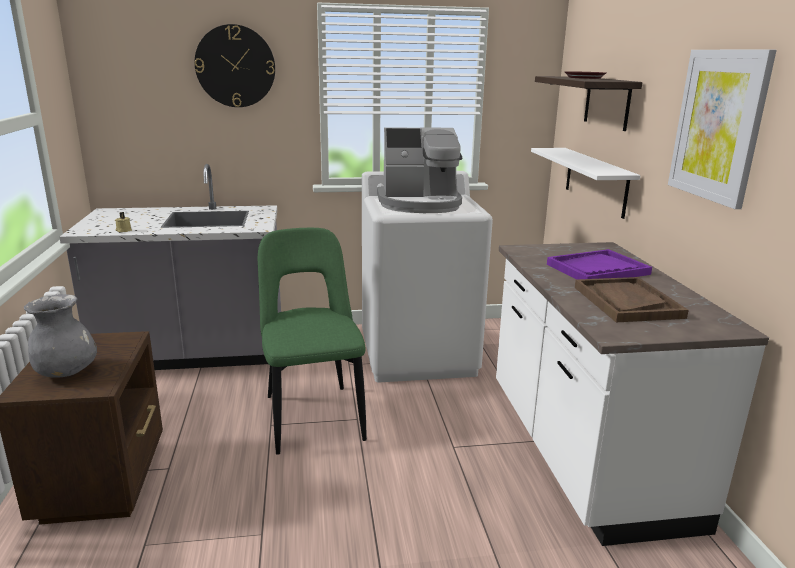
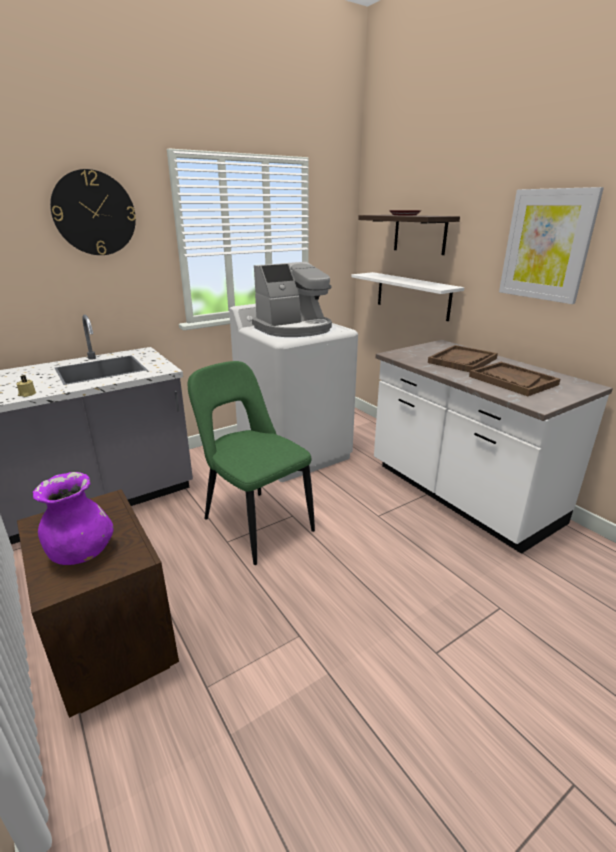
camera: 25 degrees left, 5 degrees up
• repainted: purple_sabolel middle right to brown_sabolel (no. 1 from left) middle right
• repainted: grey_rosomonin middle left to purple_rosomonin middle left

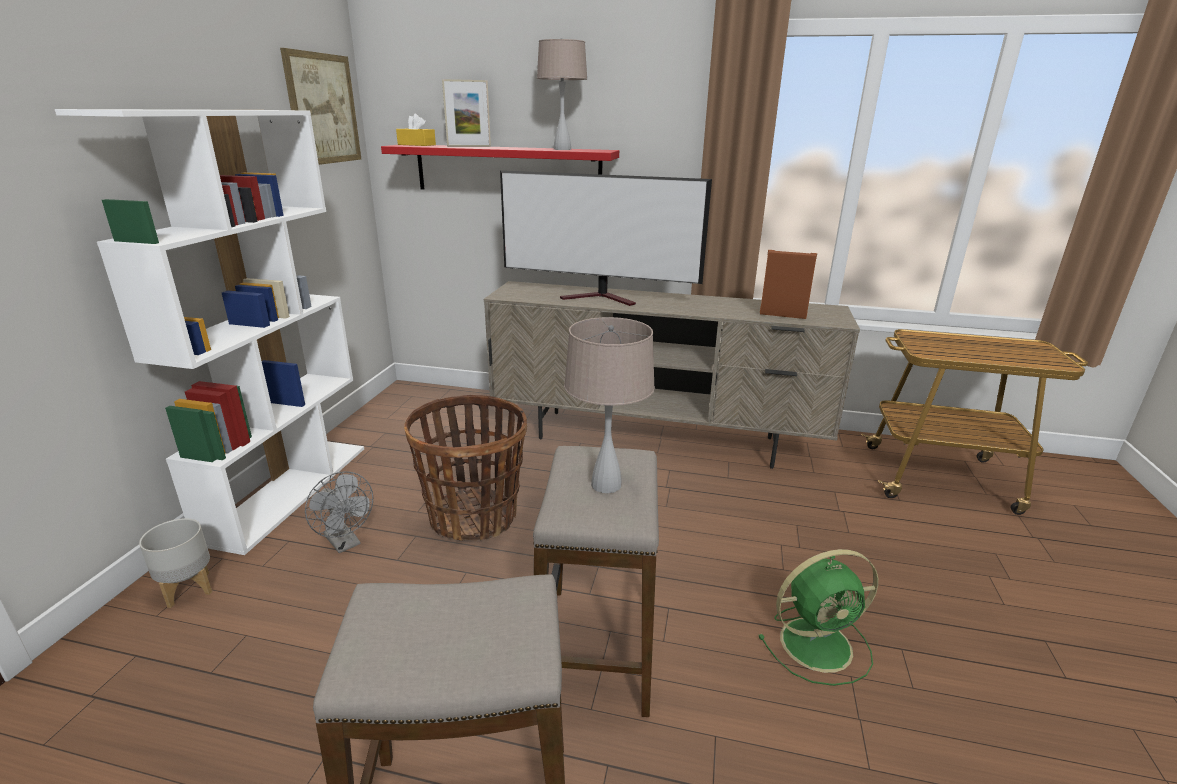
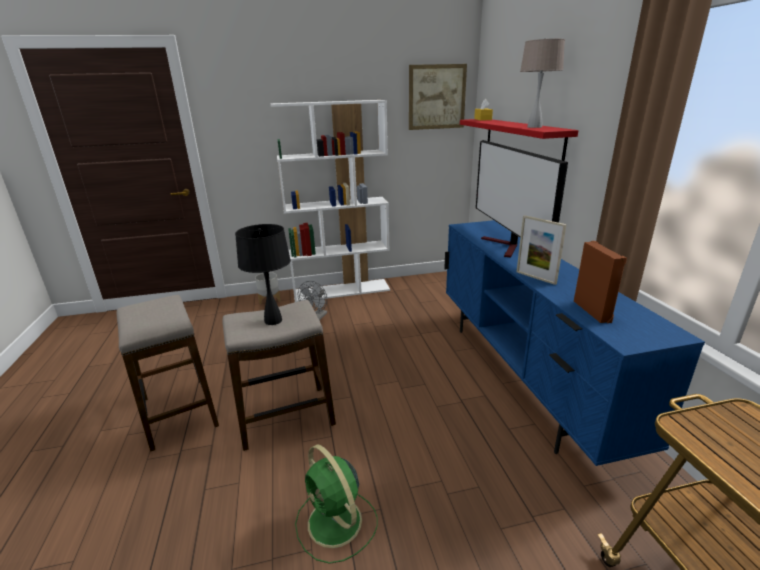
camera: 65 degrees right, 0 degrees up
• shifted: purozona top centre to middle right
• repainted: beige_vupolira centre to blue_vupolira middle right
• repainted: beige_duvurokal (no. 2 from left) centre to black_duvurokal centre
• gone: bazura centre

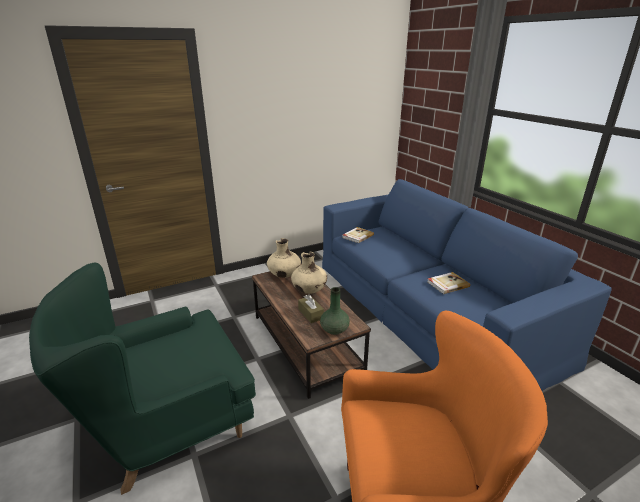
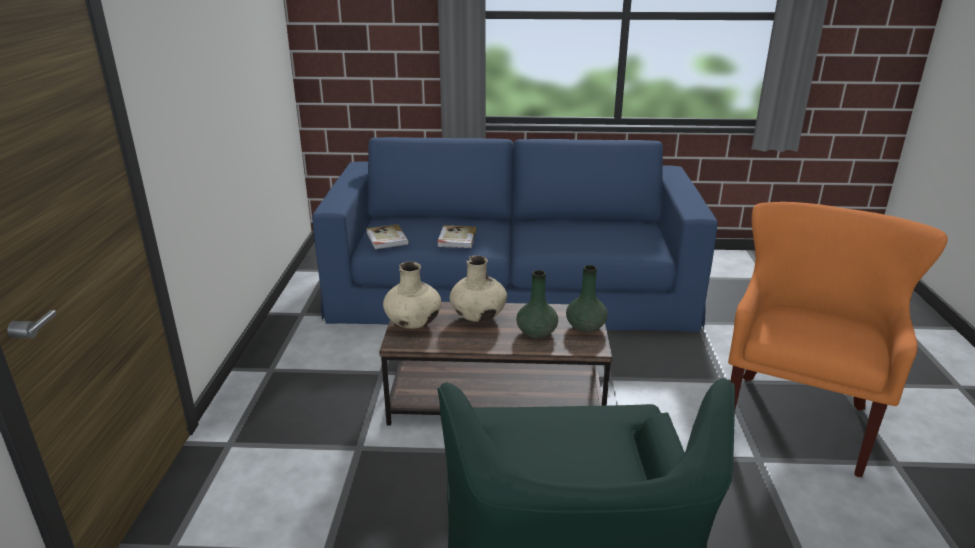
camera: 60 degrees left, 0 degrees up
• shifted: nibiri (no. 2 from left) middle right to centre
• swapped: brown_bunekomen centre to green_rosomonin (no. 1 from left) centre

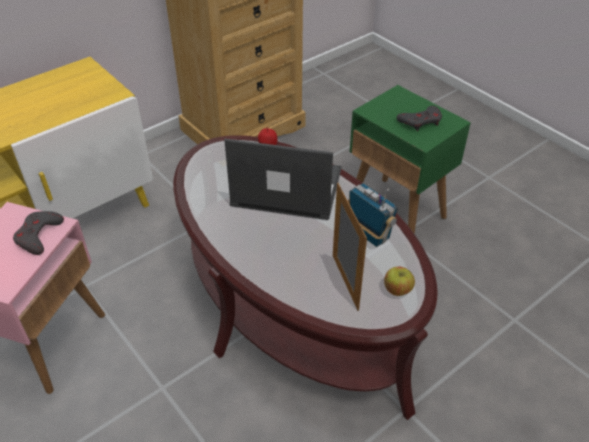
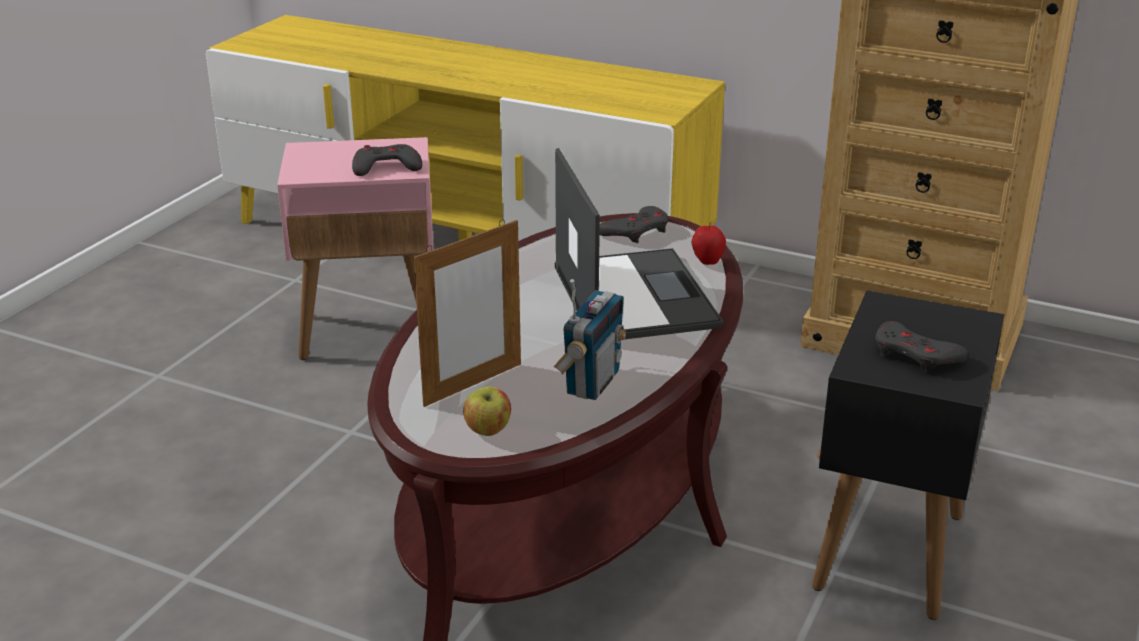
camera: 65 degrees right, 15 degrees down
• repainted: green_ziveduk middle right to black_ziveduk bottom right
• new: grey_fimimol (no. 2 from left) centre

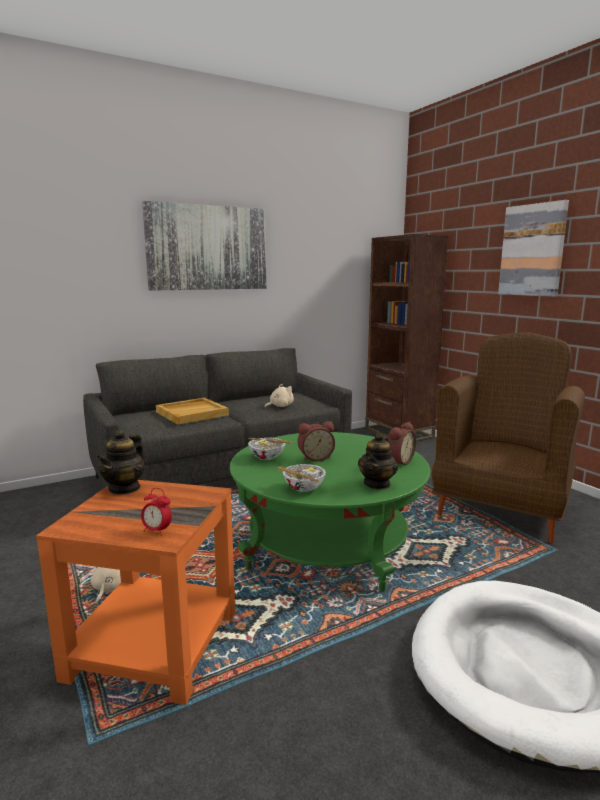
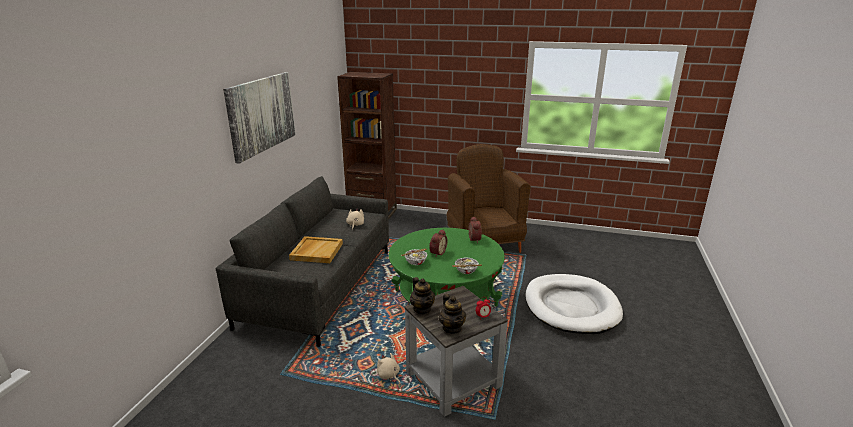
camera: 45 degrees left, 10 degrees up
• gone: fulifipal (no. 2 from left) top right
• shifted: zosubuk (no. 2 from left) centre to bottom centre
• repainted: orange_ziveduk bottom left to grey_ziveduk bottom centre

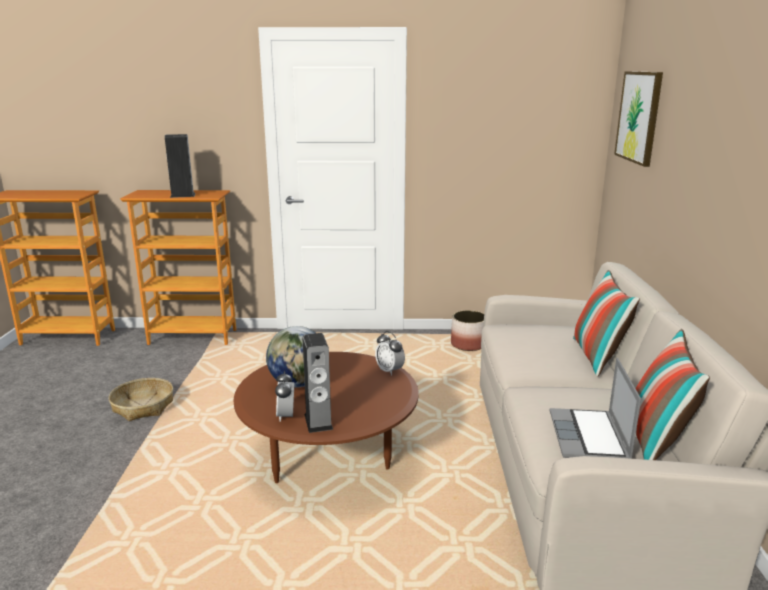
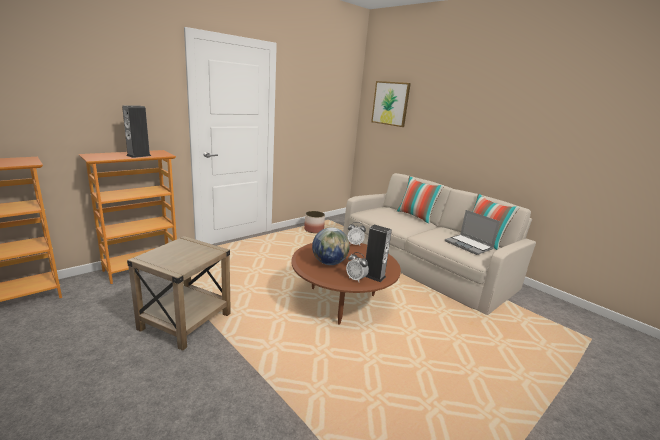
camera: 45 degrees left, 0 degrees up
• swapped: bazura bottom left to beige_ziveduk middle left

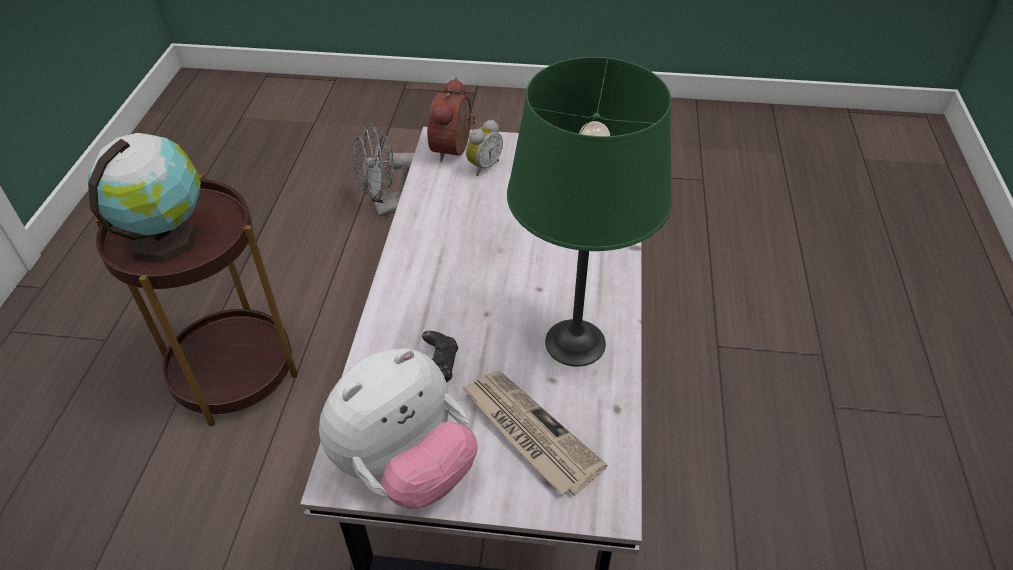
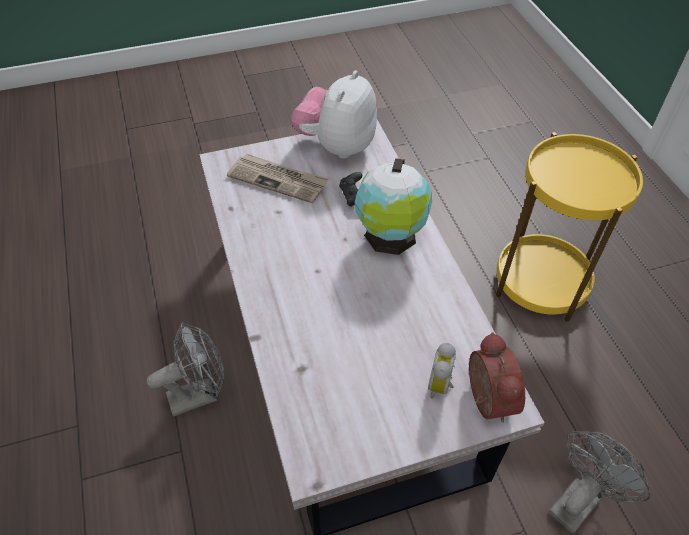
camera: 155 degrees right, 5 degrees up
• gone: green_duvurokal centre
• shifted: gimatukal middle left to centre
• repainted: brown_ziveduk middle left to yellow_ziveduk middle right
• new: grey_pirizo (no. 1 from left) bottom left

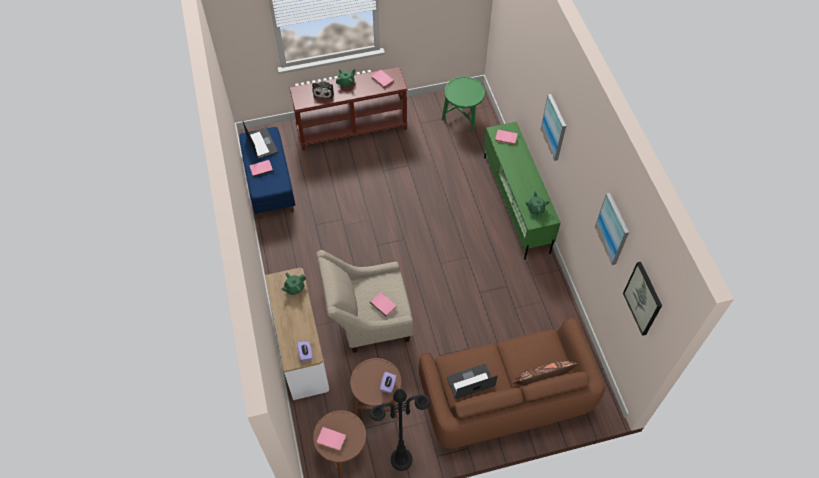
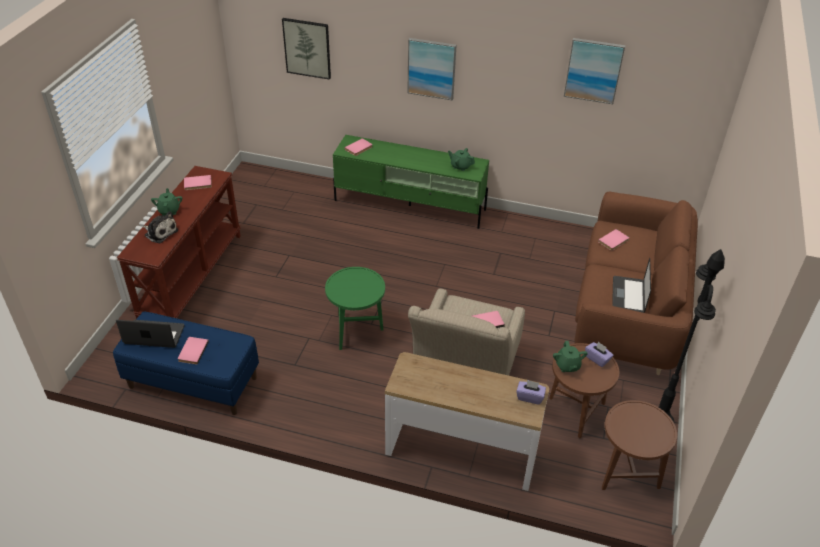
camera: 60 degrees left, 15 degrees down
• shifted: green_ziveduk top centre to centre
• shifted: fulifipal (no. 3 from left in the first image) middle right to fulifipal (no. 1 from left) top centre
• shifted: green_zosubuk (no. 1 from left in the first image) centre to green_zosubuk (no. 3 from left) middle right
• gone: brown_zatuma bottom centre
• shifted: pink_nibiri (no. 2 from left in the first image) bottom centre to pink_nibiri (no. 5 from left) middle right

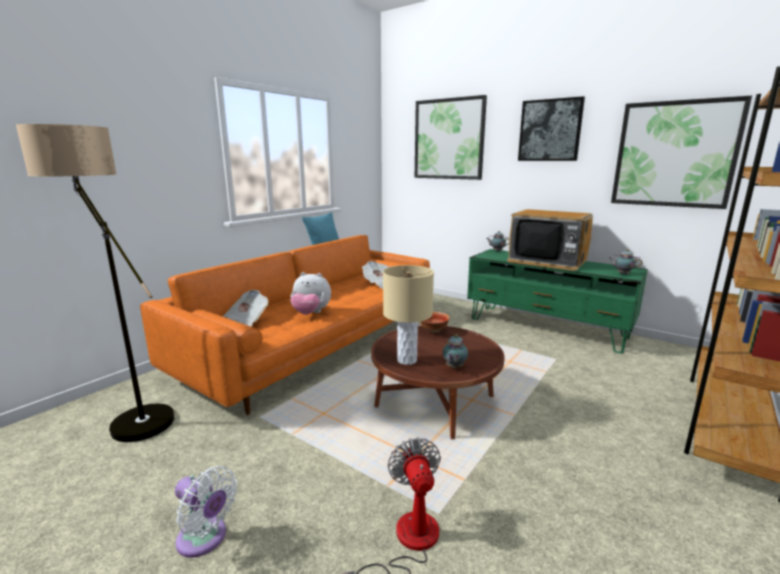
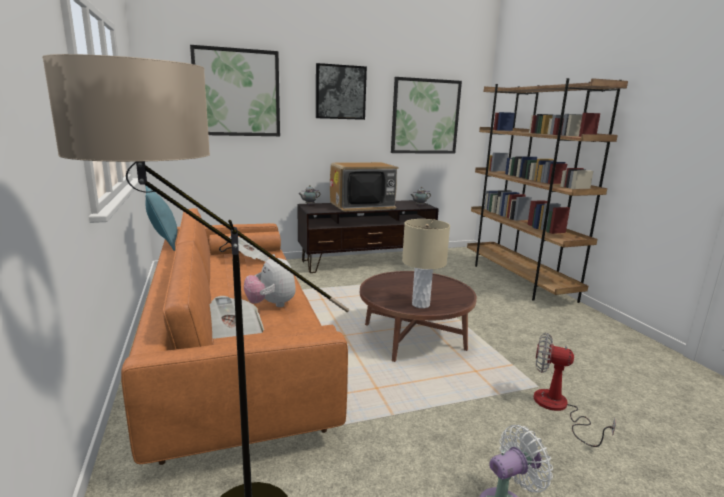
camera: 55 degrees left, 0 degrees up
• repainted: green_vupolira middle right to brown_vupolira centre
• rotated: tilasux centre = centre 105 degrees clockwise
• gone: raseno centre
• gone: zosubuk (no. 1 from left) centre

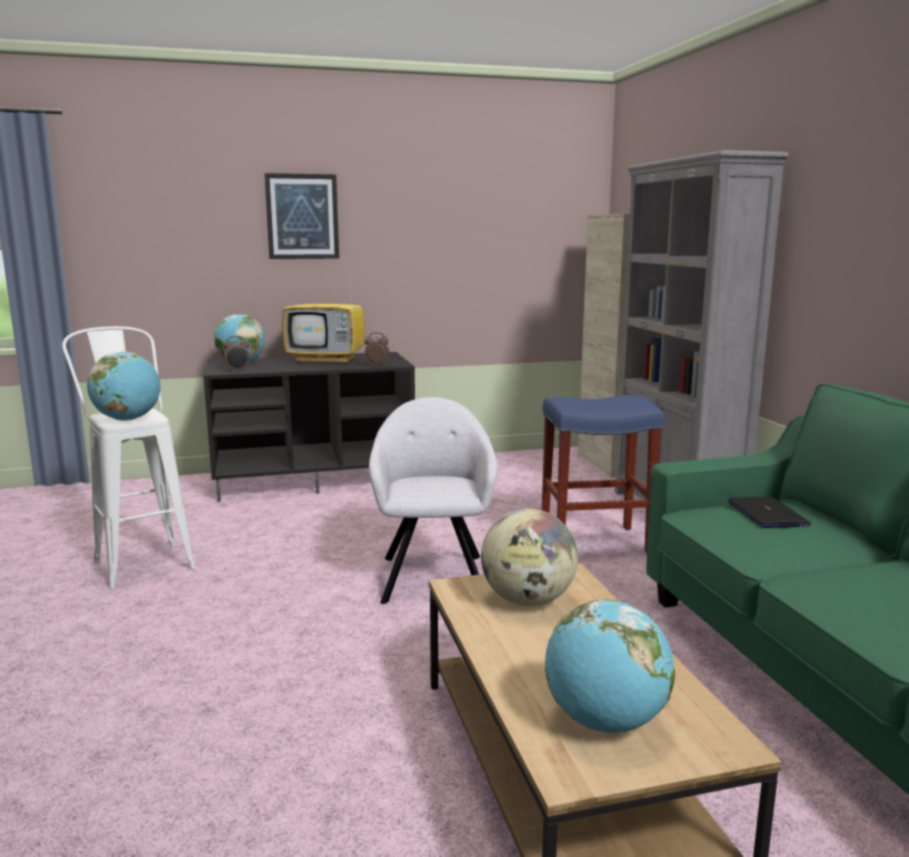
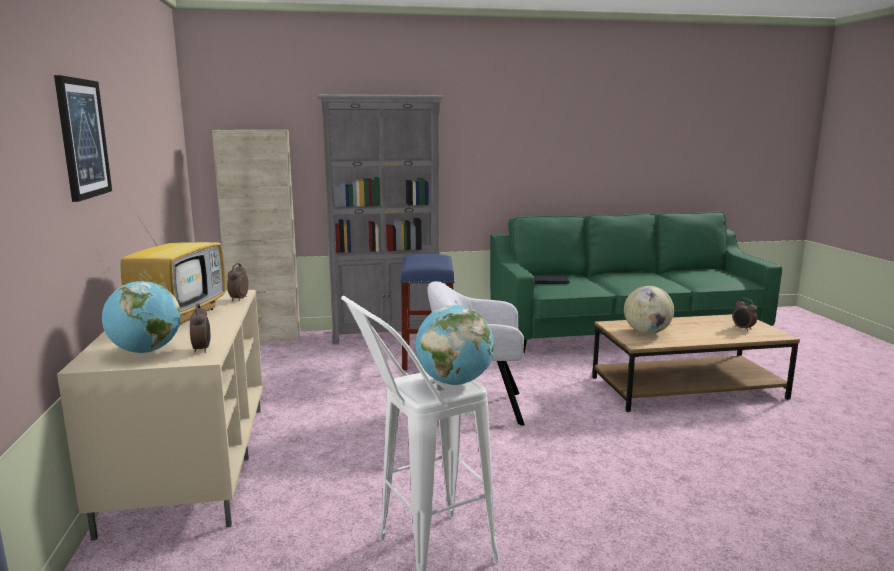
camera: 85 degrees left, 0 degrees up
• repainted: black_vupolira centre to beige_vupolira bottom left
• swapped: gimatukal (no. 4 from left) bottom right to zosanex (no. 3 from left) middle right

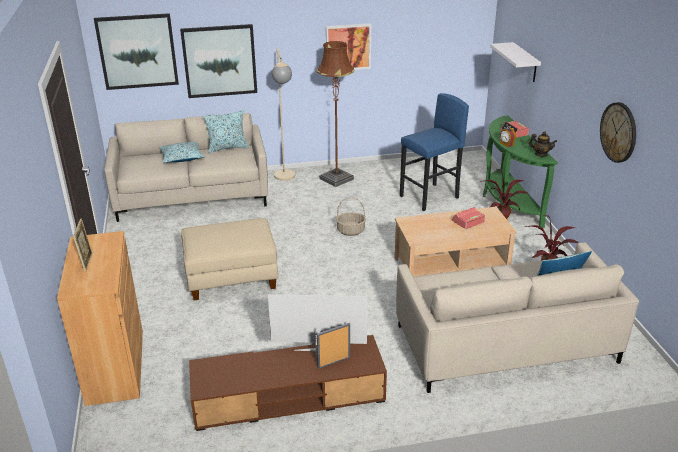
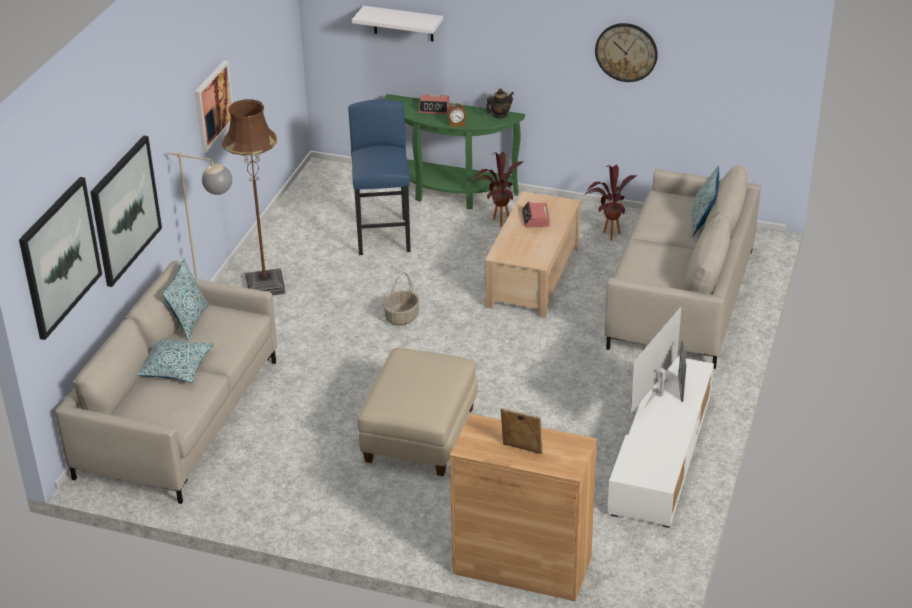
camera: 60 degrees left, 5 degrees up
• repainted: brown_vupolira bottom centre to white_vupolira bottom right

